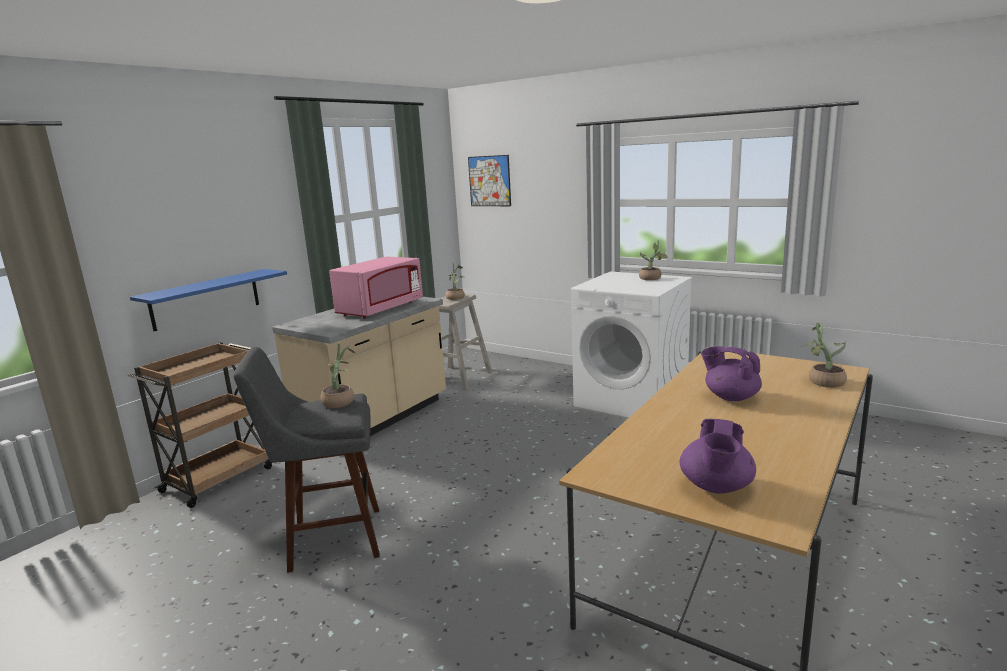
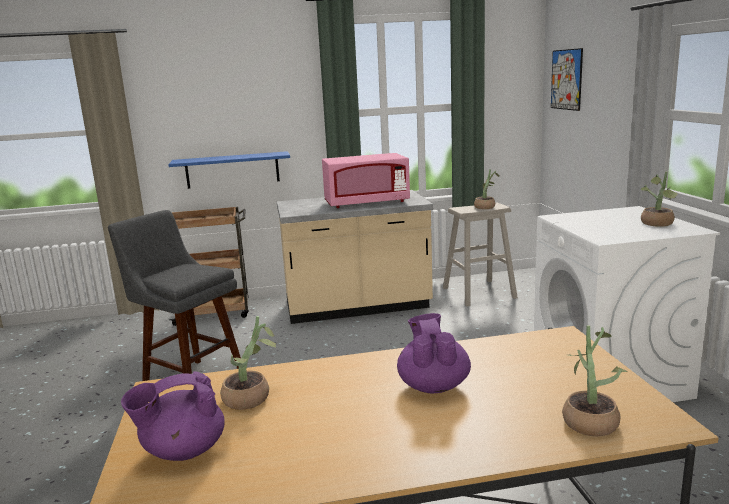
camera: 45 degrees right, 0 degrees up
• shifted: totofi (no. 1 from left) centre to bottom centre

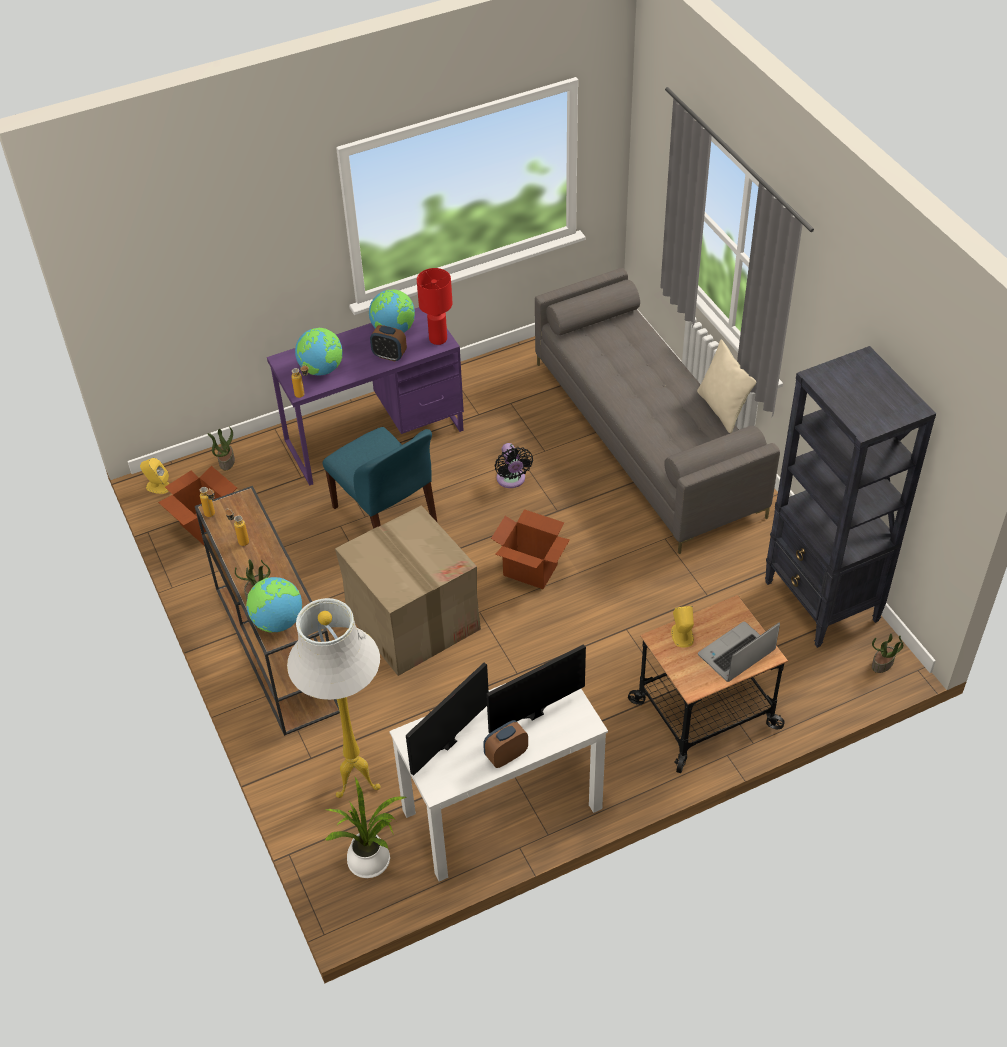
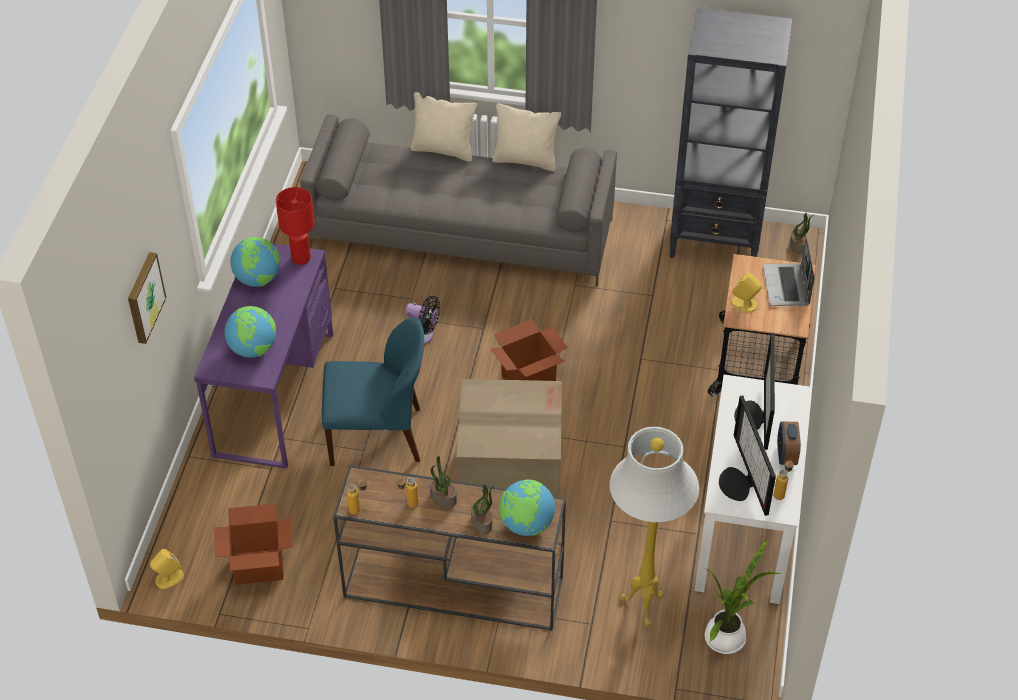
camera: 55 degrees left, 0 degrees up
• gone: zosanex (no. 1 from left) top centre
• shifted: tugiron (no. 3 from left) middle left to bottom right
• shifted: totofi (no. 1 from left) middle left to bottom centre
• new: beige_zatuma (no. 1 from left) top centre
• new: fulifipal middle left

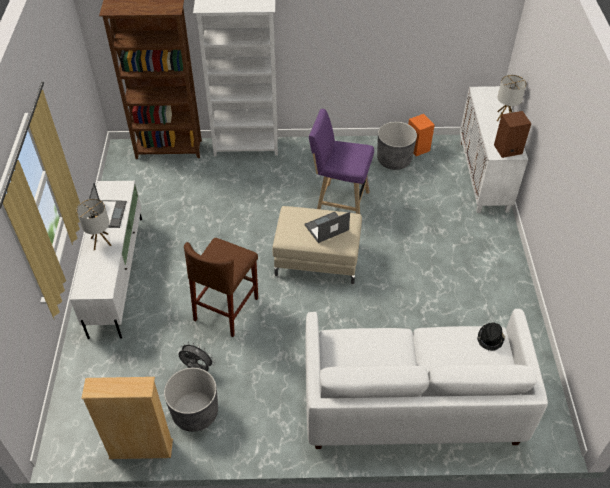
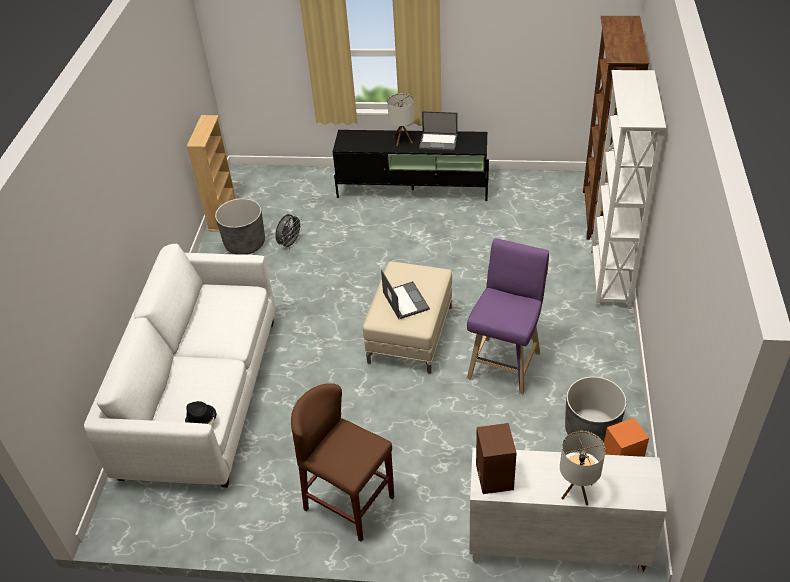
camera: 100 degrees right, 5 degrees down
• repainted: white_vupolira middle left to black_vupolira top centre
• shifted: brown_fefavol centre to bottom centre

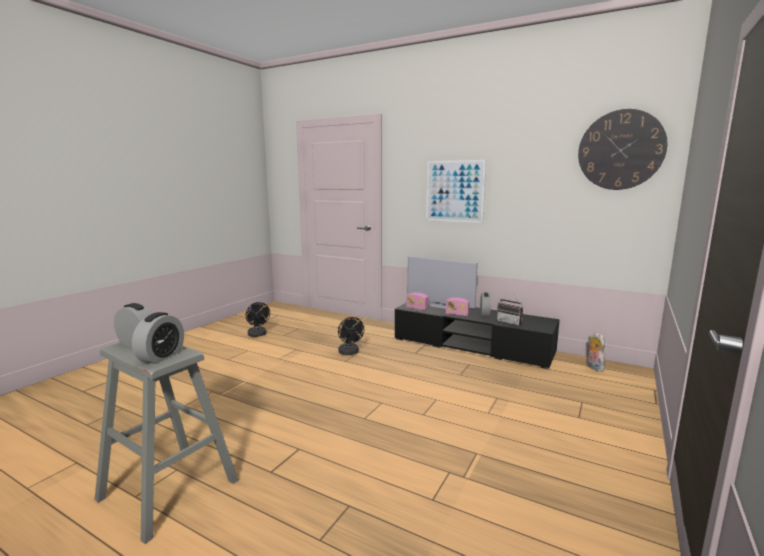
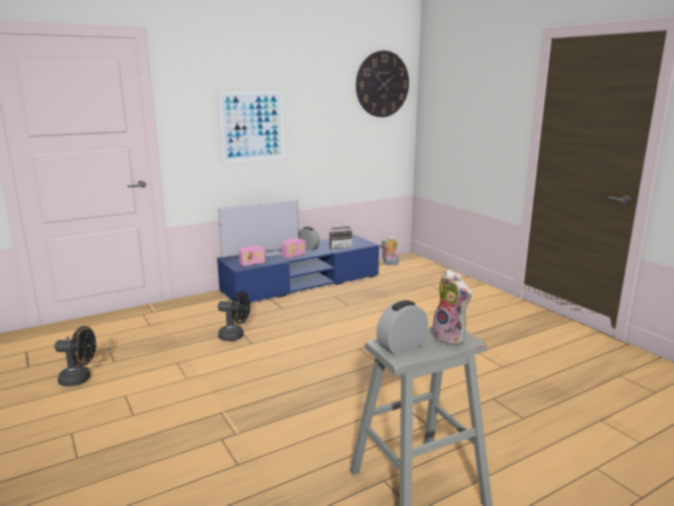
camera: 60 degrees left, 5 degrees up
• repainted: black_vupolira centre to blue_vupolira centre
• swapped: zosanex (no. 2 from left) middle left to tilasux (no. 2 from left) middle right

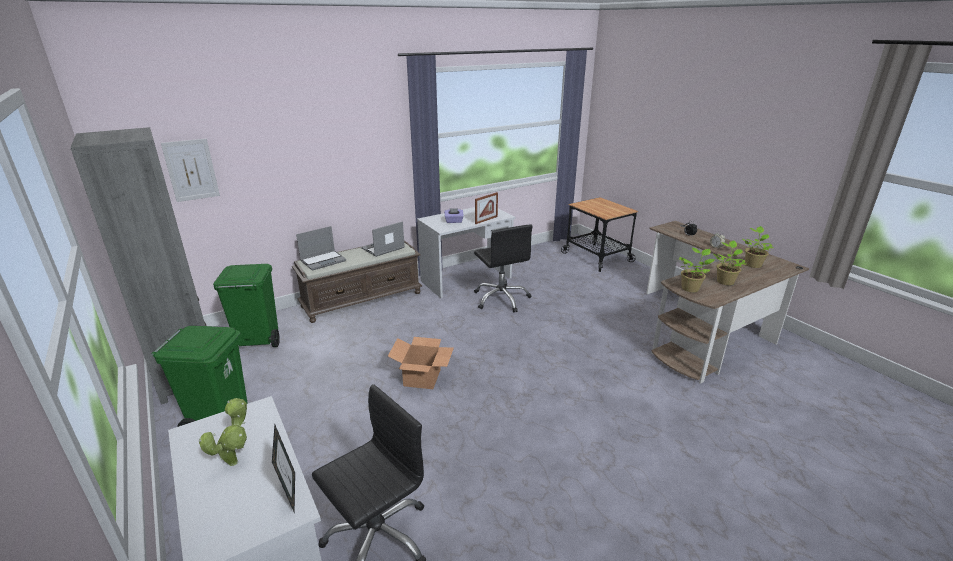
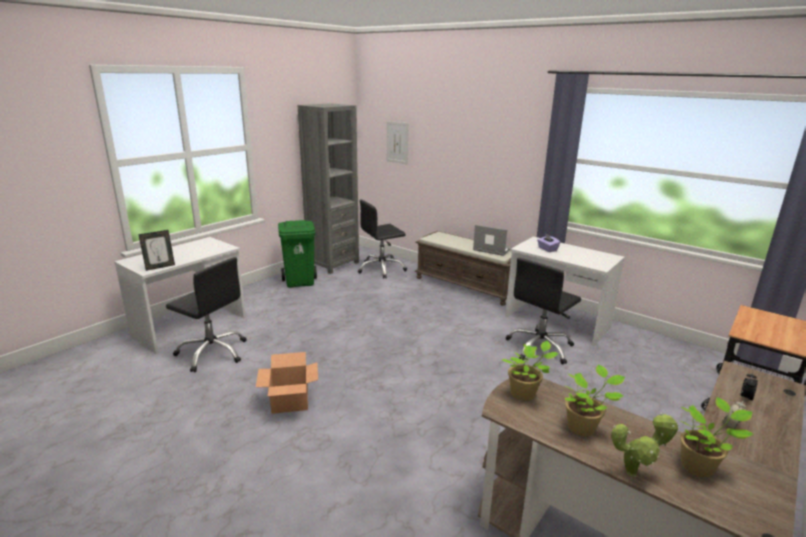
camera: 70 degrees right, 5 degrees down
• gone: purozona (no. 2 from left) centre
• gone: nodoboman (no. 1 from left) centre
• swapped: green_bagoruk (no. 2 from left) middle left to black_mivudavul (no. 2 from left) centre
• shifted: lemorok centre to bottom centre
• shifted: totofi (no. 1 from left in the first image) bottom left to totofi (no. 3 from left) bottom right

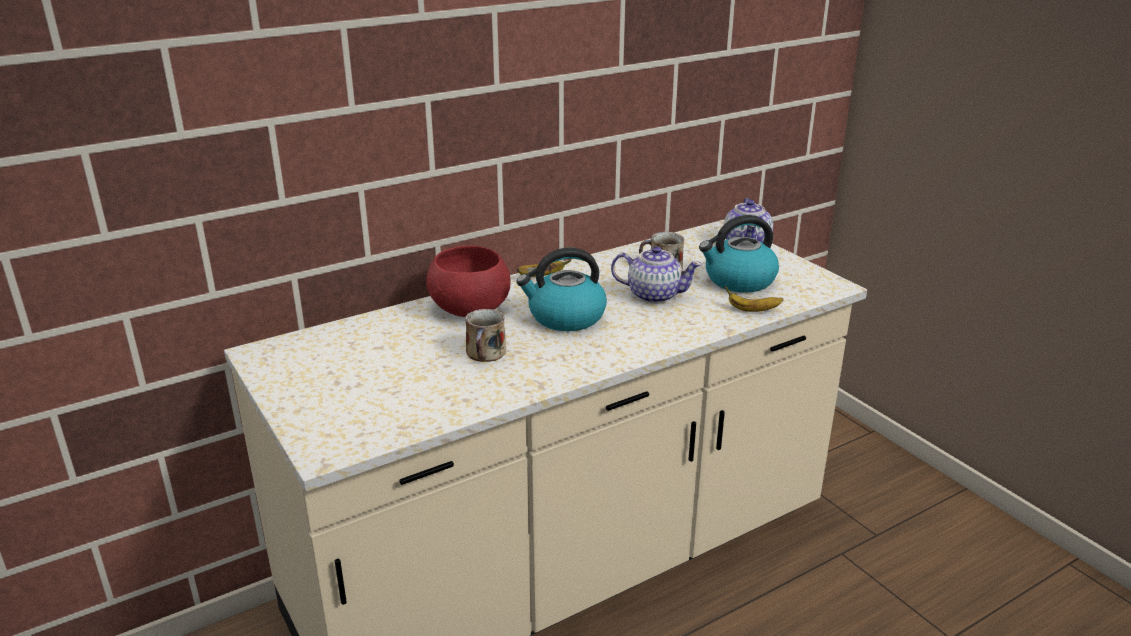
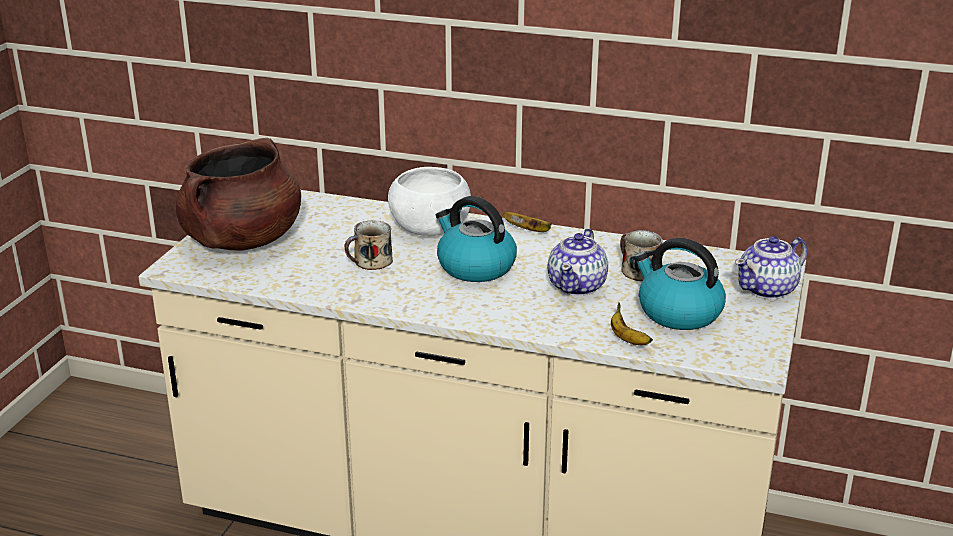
camera: 50 degrees right, 0 degrees up
• repainted: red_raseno centre to white_raseno centre
• rotated: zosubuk (no. 1 from left) centre = centre 45 degrees clockwise
• new: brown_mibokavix middle left

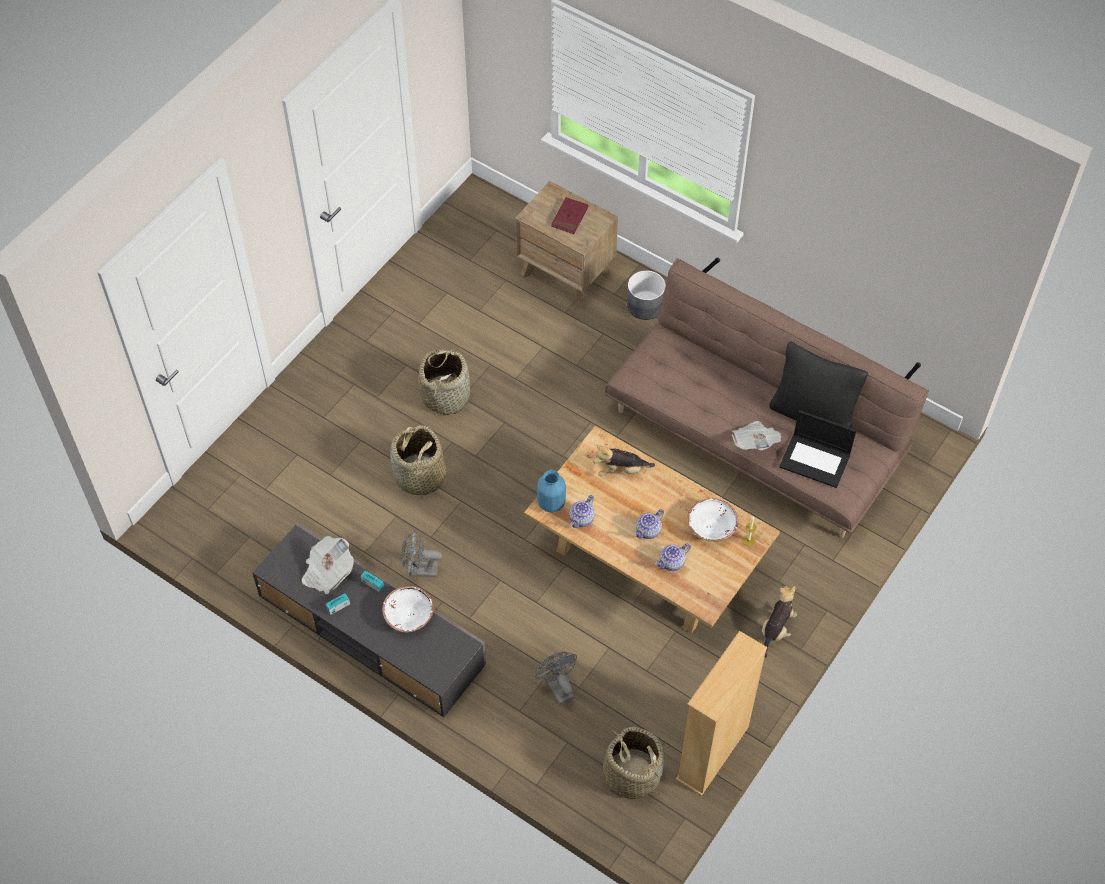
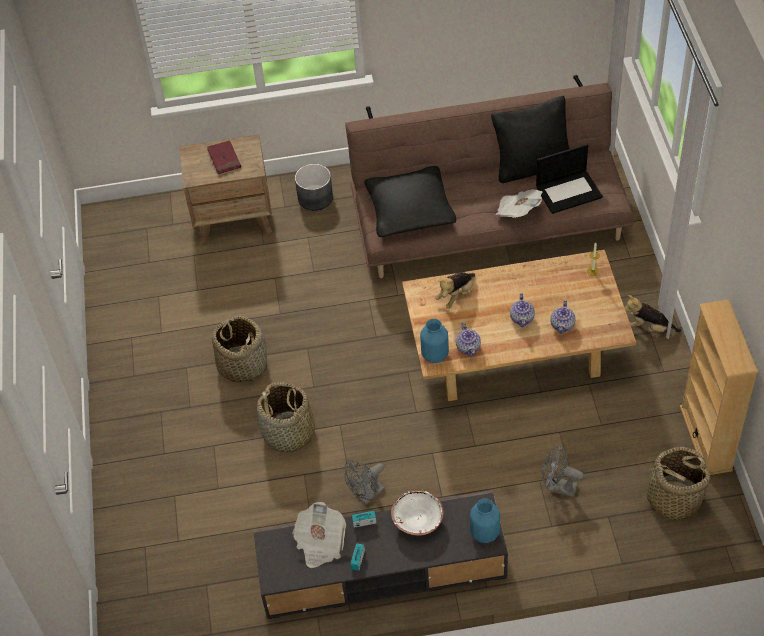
camera: 40 degrees left, 5 degrees down
• gone: white_raseno (no. 2 from left) centre
• rotated: tilasux (no. 2 from left) bottom right = middle right 60 degrees counterclockwise
• new: black_zatuma (no. 1 from left) top centre
• new: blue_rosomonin (no. 2 from left) bottom centre

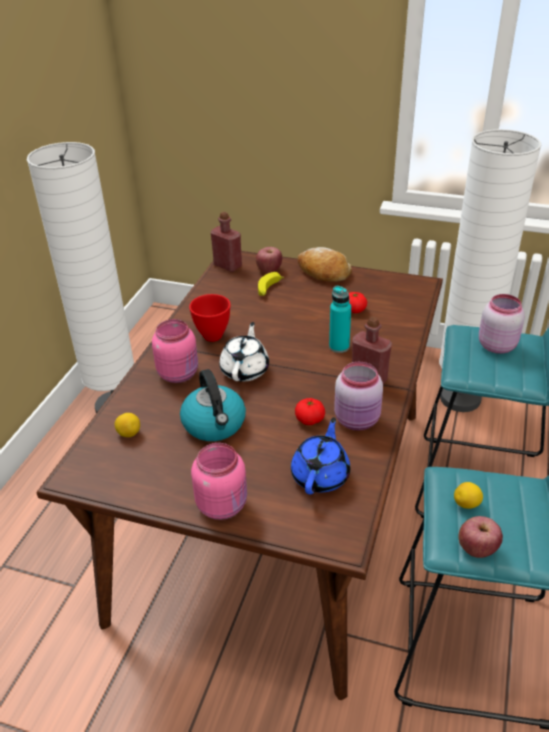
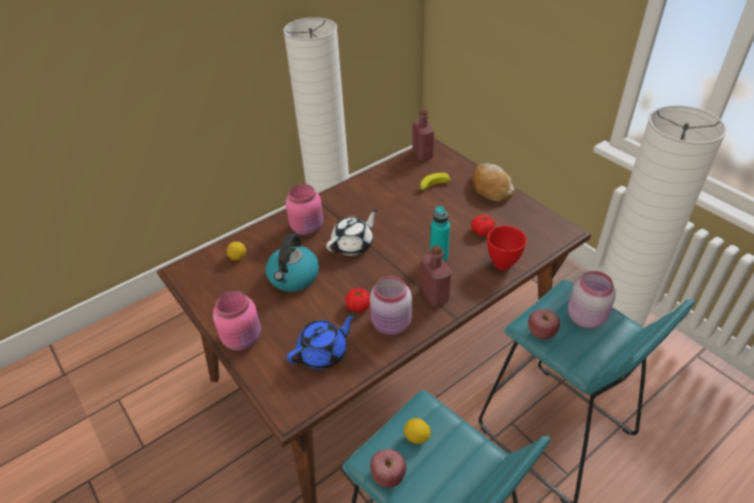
camera: 35 degrees right, 5 degrees up
• shifted: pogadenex (no. 1 from left in the first image) centre to pogadenex (no. 2 from left) middle right
• shifted: red_raseno centre to middle right

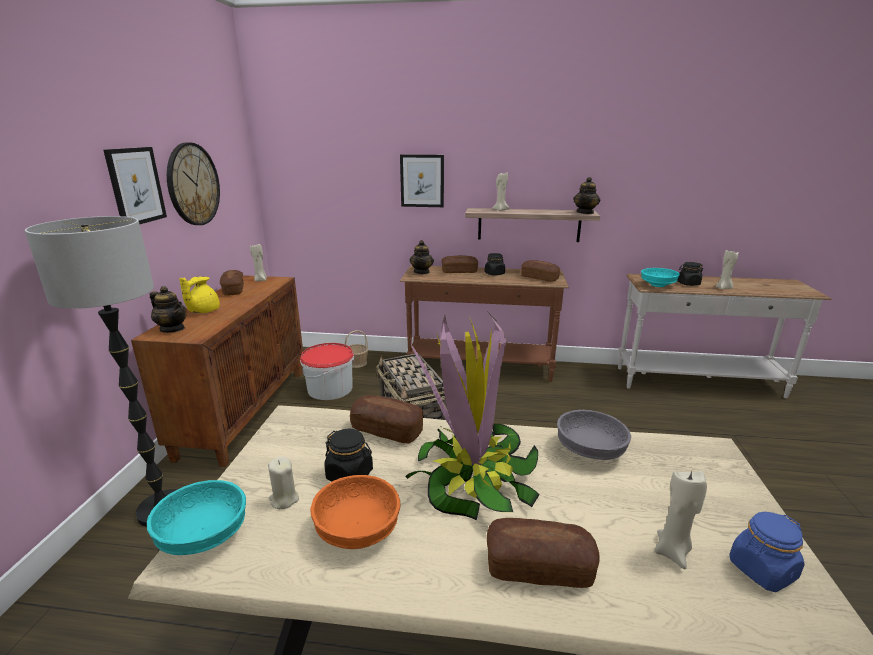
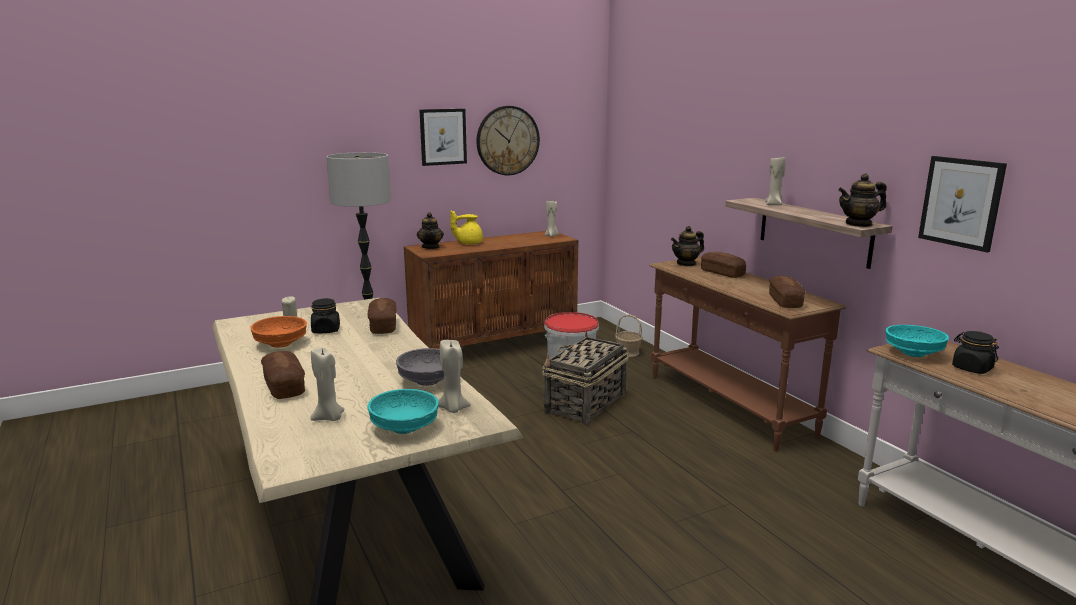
camera: 55 degrees right, 5 degrees down
• shifted: fulifipal (no. 2 from left) top centre to middle right
• shifted: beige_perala (no. 5 from left in the first image) middle right to beige_perala (no. 3 from left) centre
• gone: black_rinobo (no. 2 from left) centre
• gone: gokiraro (no. 1 from left) middle left
• gone: totofi centre
• shifted: turquoise_raseno (no. 1 from left) bottom left to bottom centre
• gone: blue_rinobo bottom right

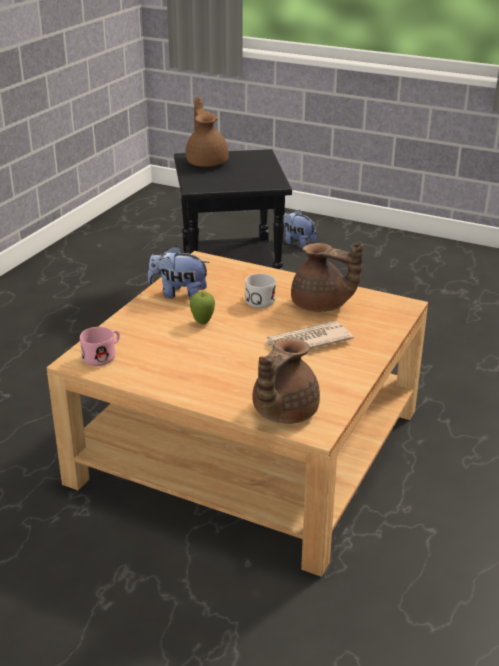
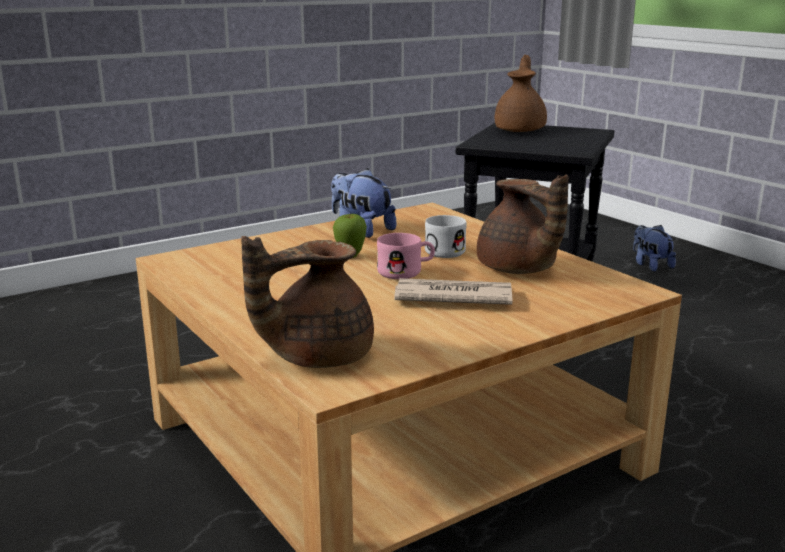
camera: 30 degrees right, 10 degrees down
• shifted: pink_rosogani middle left to centre

